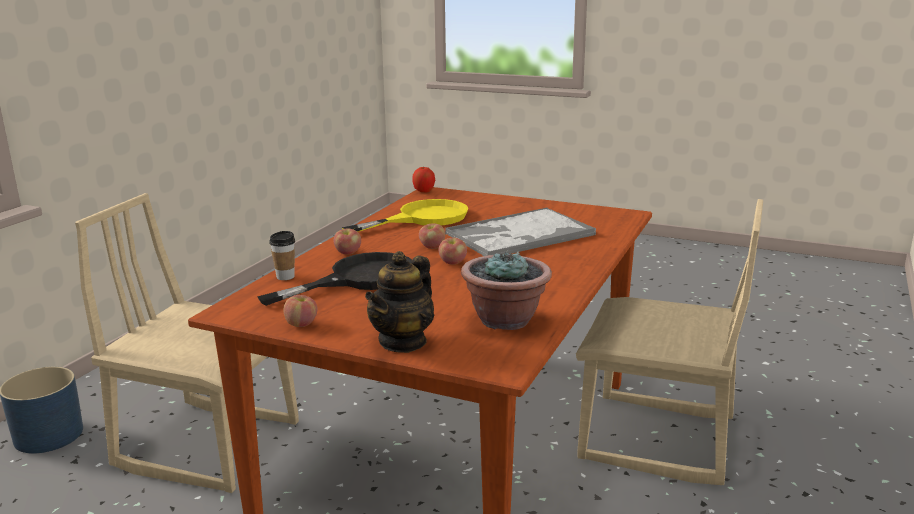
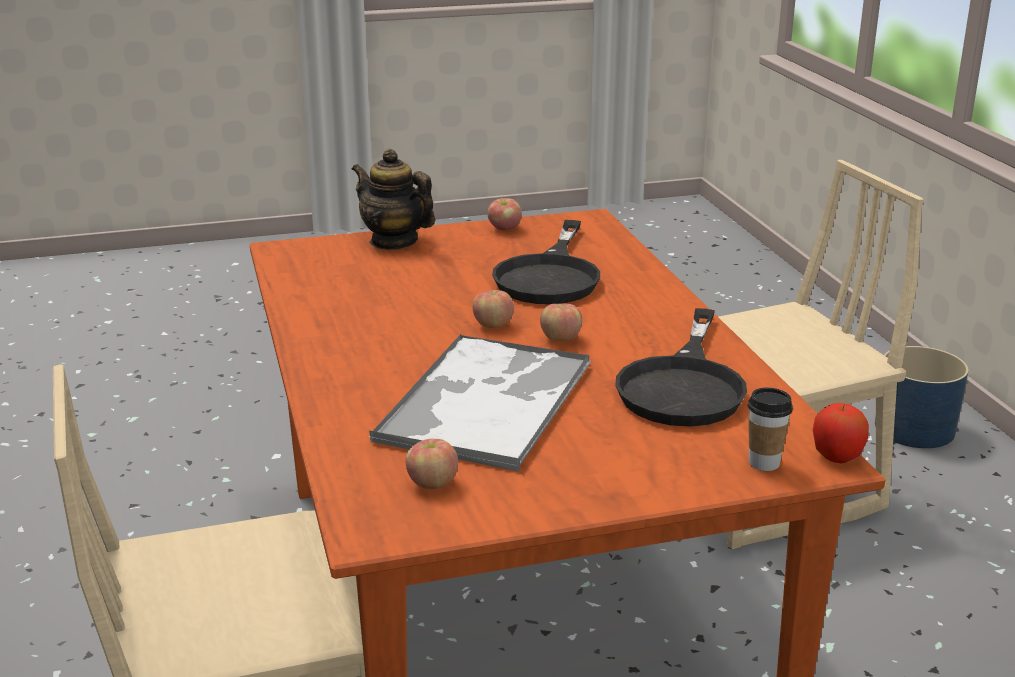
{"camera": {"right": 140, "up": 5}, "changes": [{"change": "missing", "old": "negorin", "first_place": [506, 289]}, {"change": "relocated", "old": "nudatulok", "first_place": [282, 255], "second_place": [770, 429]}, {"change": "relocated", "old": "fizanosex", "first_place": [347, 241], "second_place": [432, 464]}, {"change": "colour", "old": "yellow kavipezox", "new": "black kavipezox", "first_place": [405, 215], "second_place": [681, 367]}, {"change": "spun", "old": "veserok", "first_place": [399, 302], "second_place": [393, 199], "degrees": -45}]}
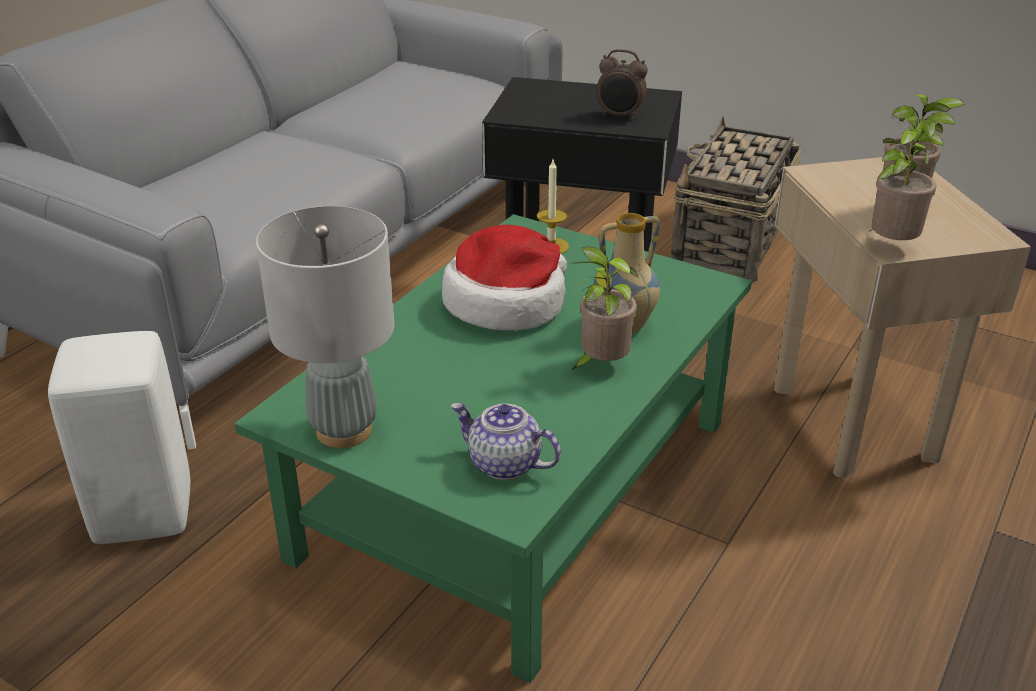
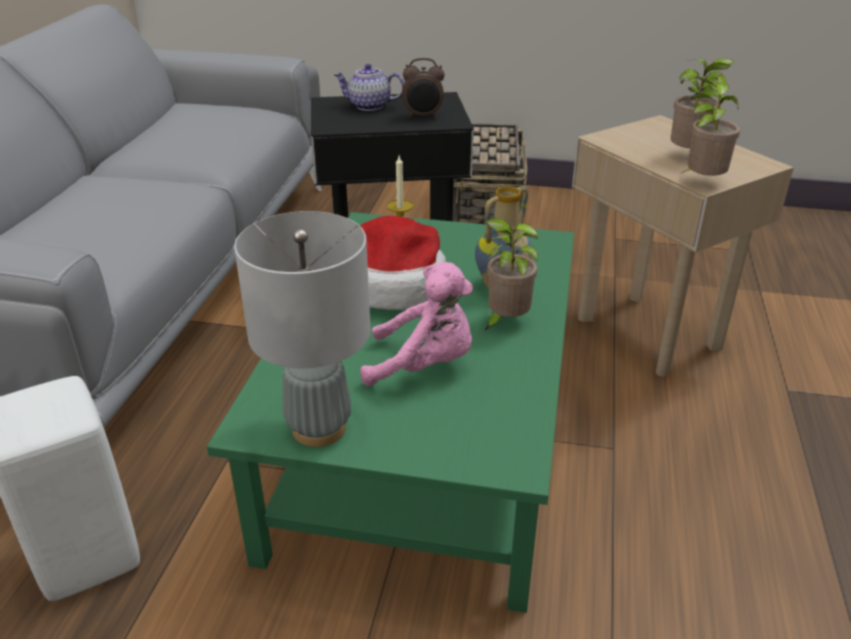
{"camera": {"right": -20, "up": 0}, "changes": [{"change": "appeared", "new": "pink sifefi", "second_place": [416, 324]}, {"change": "relocated", "old": "veserok", "first_place": [506, 441], "second_place": [368, 87]}]}
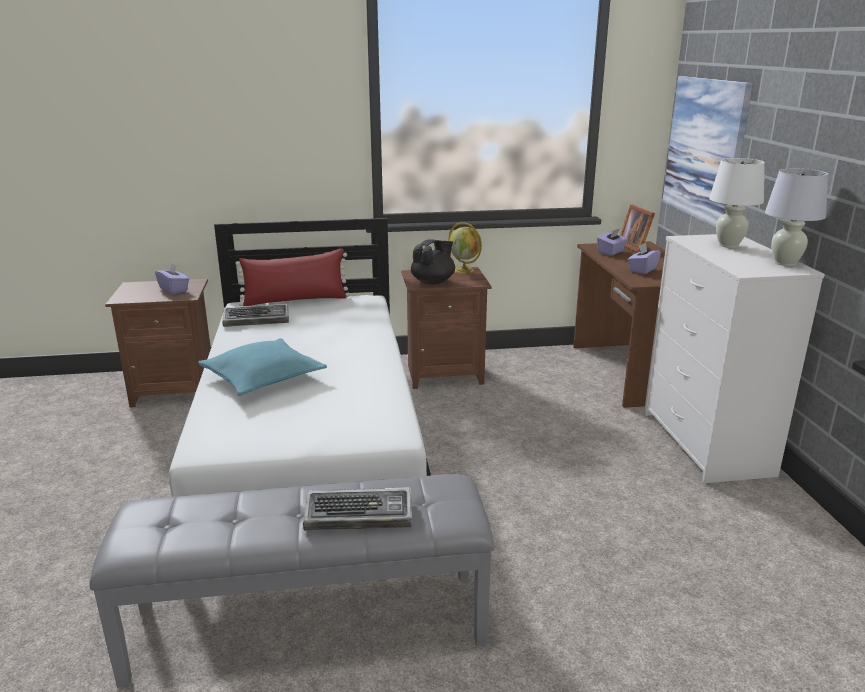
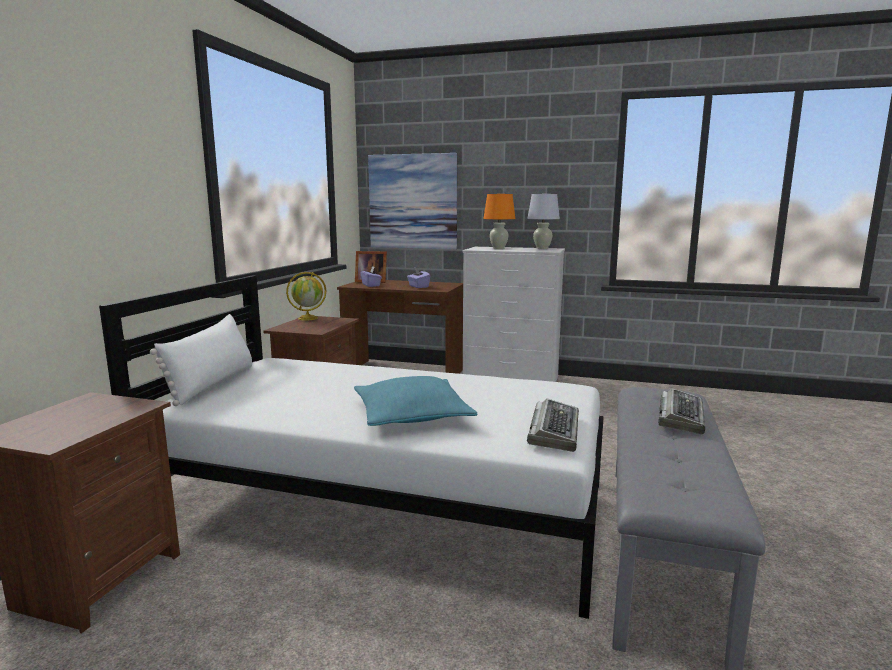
{"camera": {"right": -65, "up": -10}, "changes": [{"change": "missing", "old": "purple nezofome", "first_place": [172, 278]}, {"change": "missing", "old": "black veserok", "first_place": [433, 261]}, {"change": "relocated", "old": "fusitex", "first_place": [255, 315], "second_place": [553, 425]}, {"change": "colour", "old": "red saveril", "new": "white saveril", "first_place": [292, 277], "second_place": [201, 360]}, {"change": "colour", "old": "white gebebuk", "new": "orange gebebuk", "first_place": [737, 203], "second_place": [499, 221]}]}
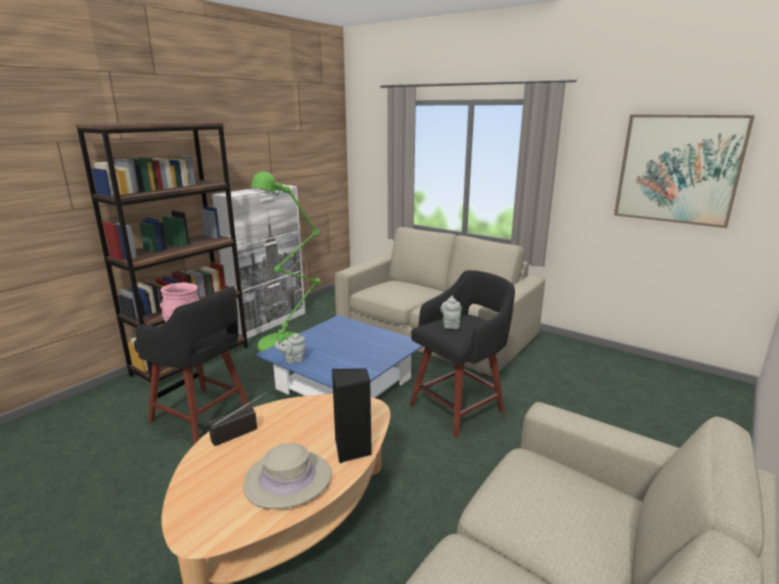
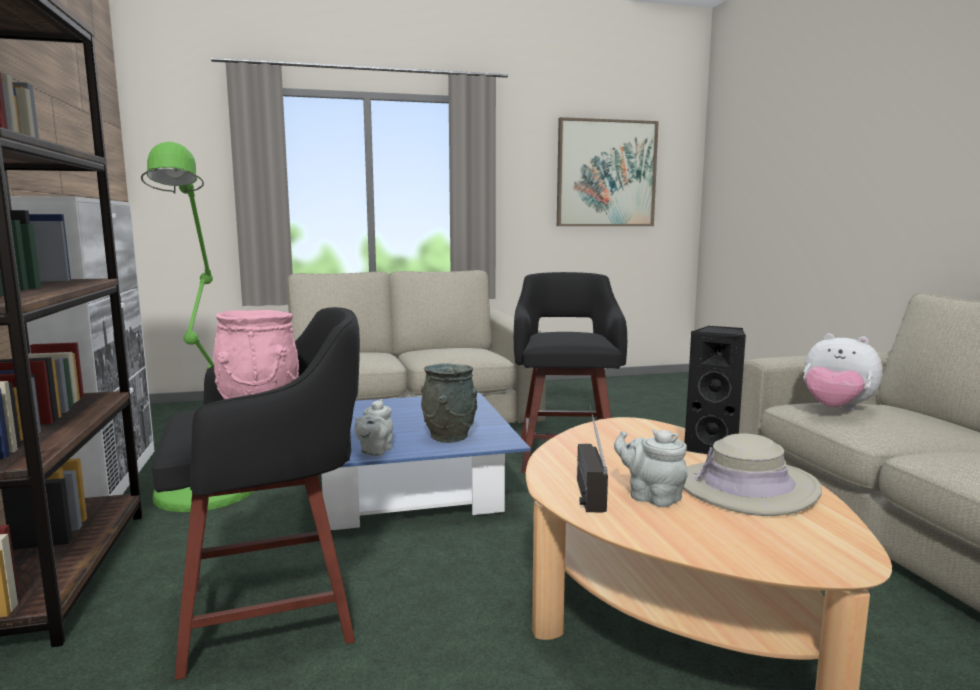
{"camera": {"right": -50, "up": -10}, "changes": [{"change": "appeared", "new": "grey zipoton", "second_place": [449, 403]}, {"change": "appeared", "new": "sifefi", "second_place": [842, 371]}, {"change": "relocated", "old": "grey veserok", "first_place": [451, 312], "second_place": [651, 468]}]}
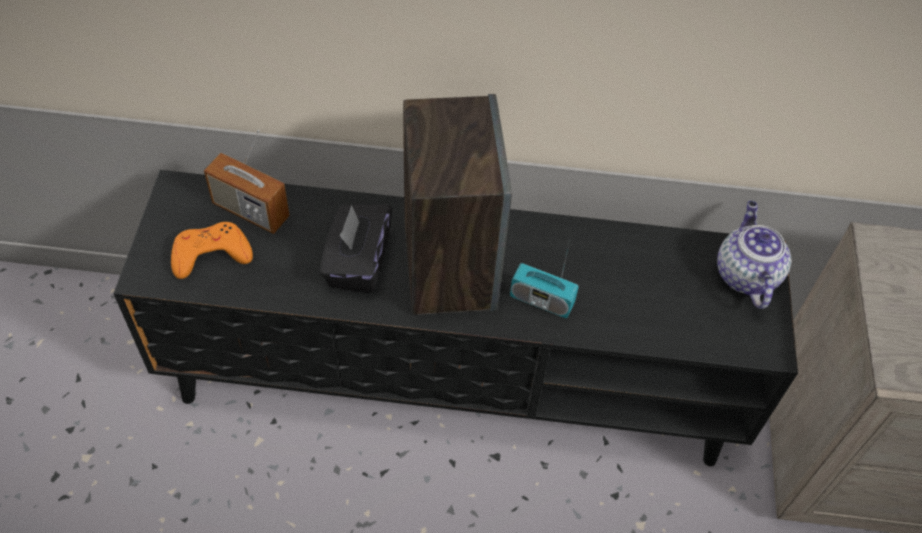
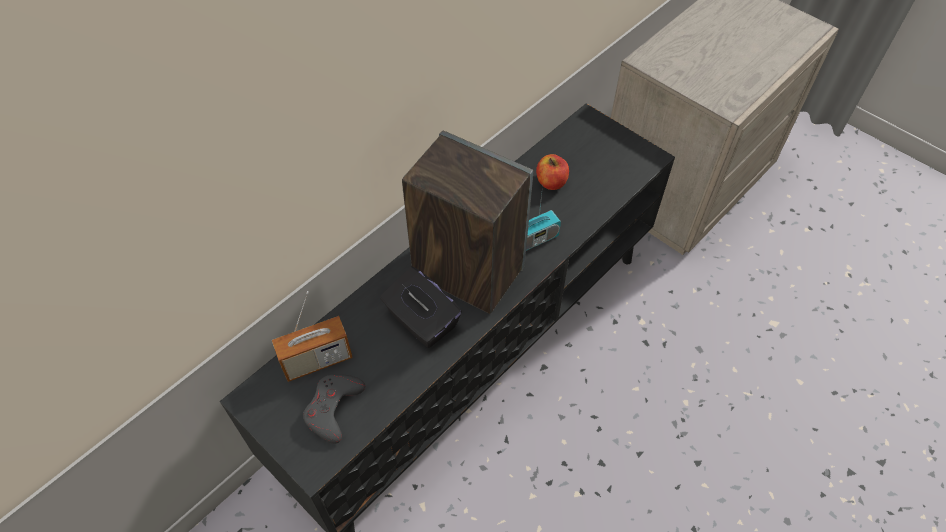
{"camera": {"right": -50, "up": 0}, "changes": [{"change": "missing", "old": "veserok", "first_place": [754, 255]}, {"change": "appeared", "new": "fizanosex", "second_place": [552, 172]}, {"change": "colour", "old": "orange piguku", "new": "grey piguku", "first_place": [212, 250], "second_place": [334, 409]}]}
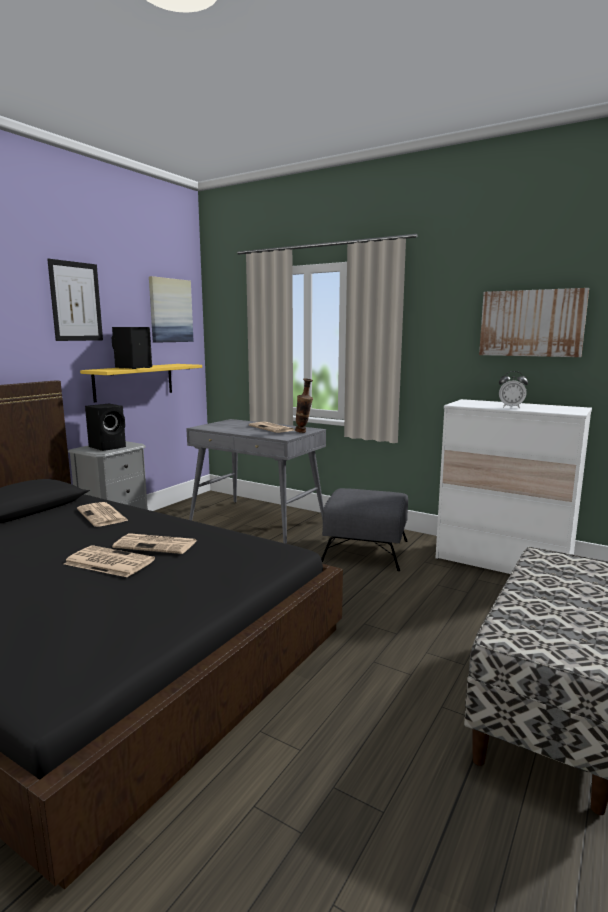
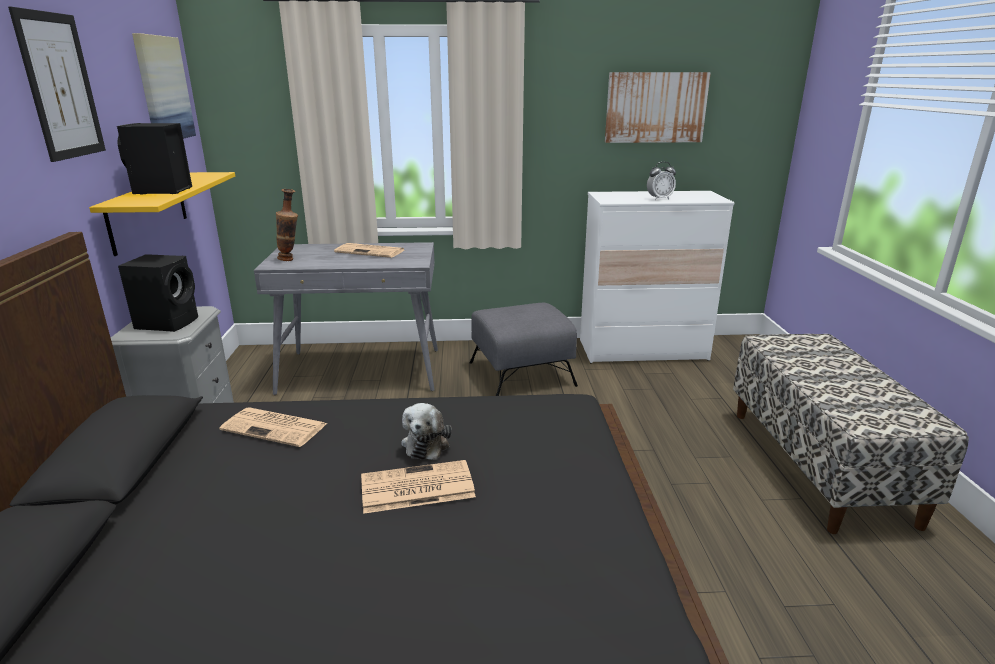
{"camera": {"right": -35, "up": 10}, "changes": [{"change": "relocated", "old": "zipoton", "first_place": [304, 406], "second_place": [287, 225]}, {"change": "exchanged", "old": "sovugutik", "new": "sifefi", "first_place": [154, 543], "second_place": [426, 431]}]}
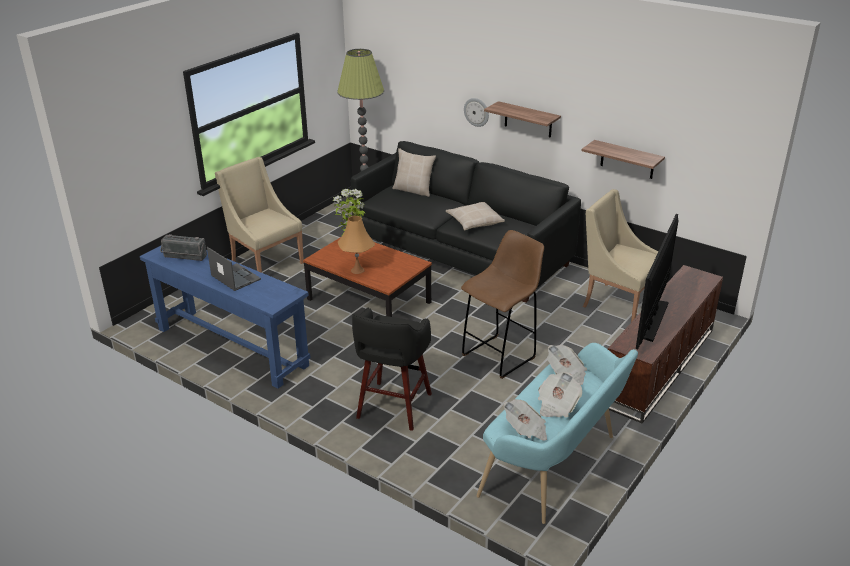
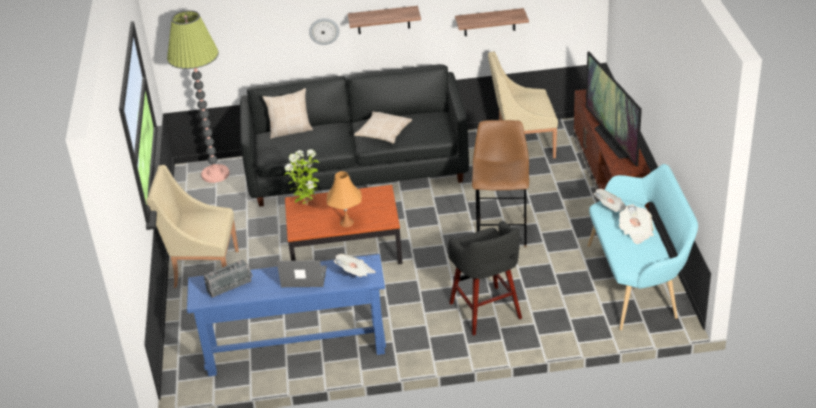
{"camera": {"right": -40, "up": 5}, "changes": [{"change": "relocated", "old": "sovugutik", "first_place": [525, 420], "second_place": [355, 265]}]}
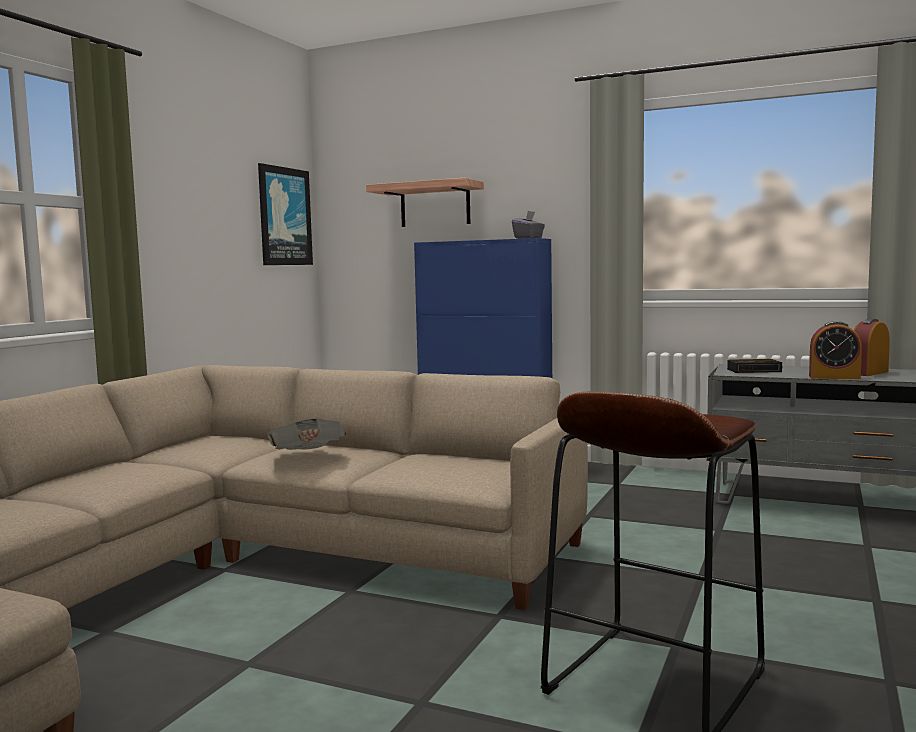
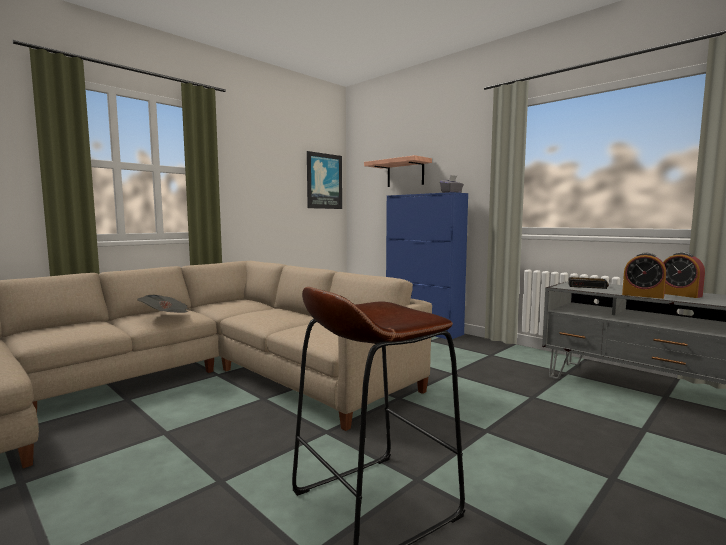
{"camera": {"right": 20, "up": 0}, "changes": [{"change": "relocated", "old": "sovugutik", "first_place": [306, 434], "second_place": [163, 304]}, {"change": "spun", "old": "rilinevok", "first_place": [872, 347], "second_place": [684, 275], "degrees": -105}]}
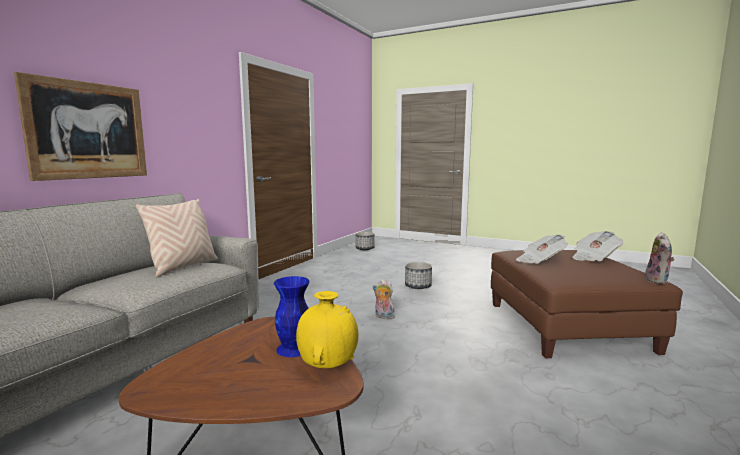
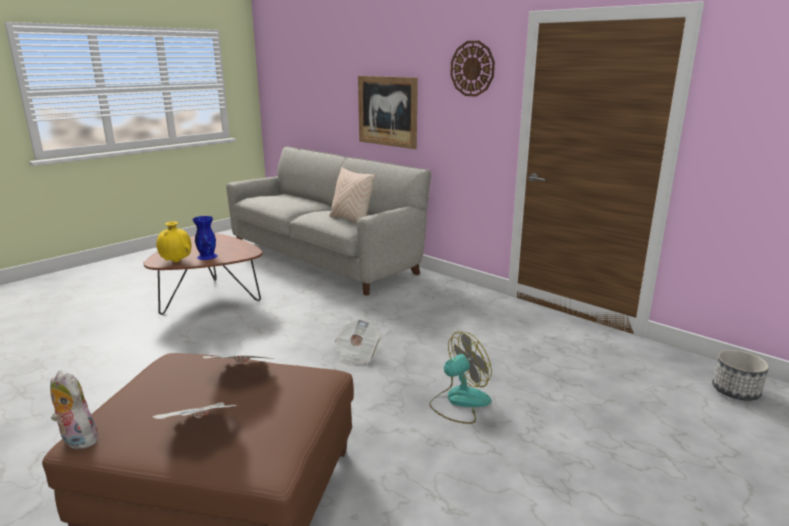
{"camera": {"right": 105, "up": 10}, "changes": [{"change": "appeared", "new": "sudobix", "second_place": [472, 69]}, {"change": "exchanged", "old": "sifefi", "new": "sovugutik", "first_place": [384, 299], "second_place": [358, 343]}, {"change": "exchanged", "old": "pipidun", "new": "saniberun", "first_place": [418, 275], "second_place": [460, 377]}]}
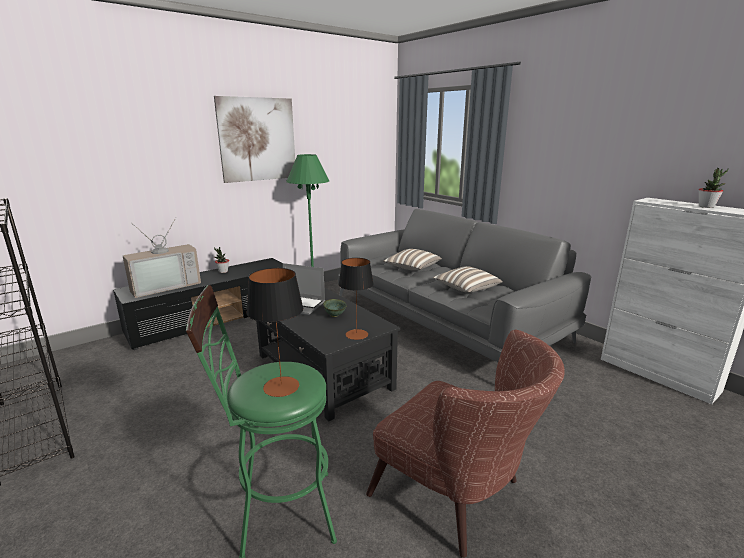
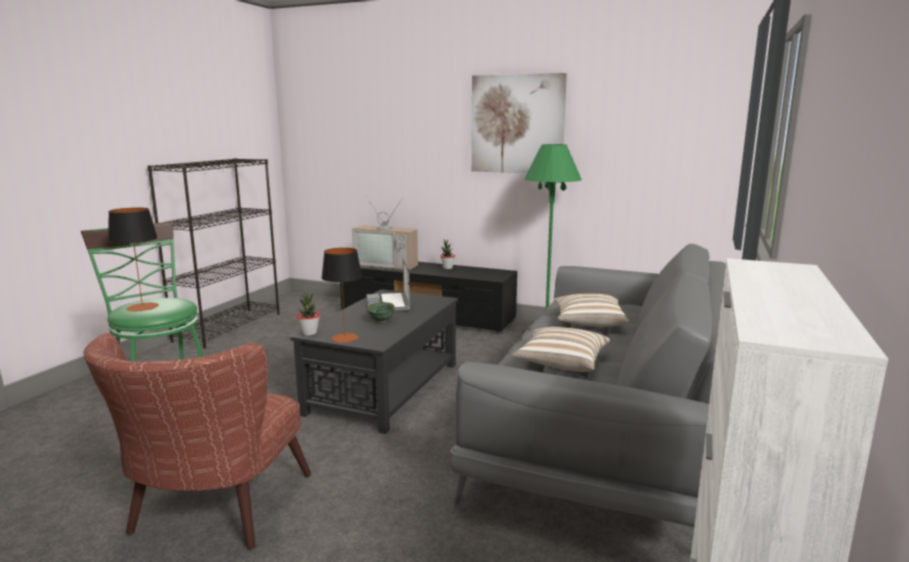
{"camera": {"right": 60, "up": -5}, "changes": [{"change": "relocated", "old": "negorin", "first_place": [714, 188], "second_place": [308, 314]}]}
